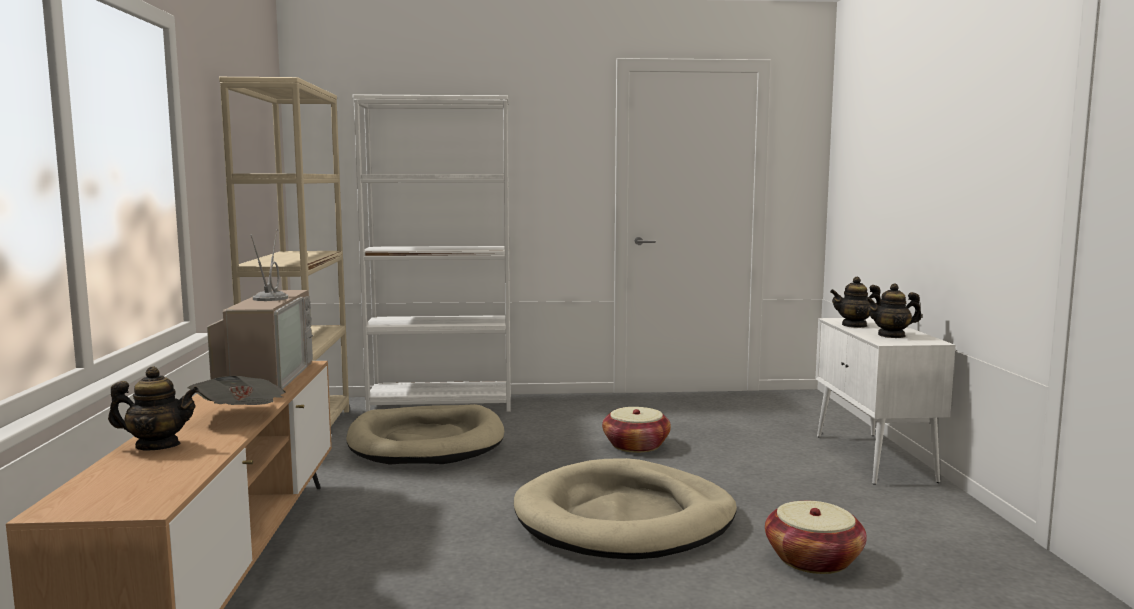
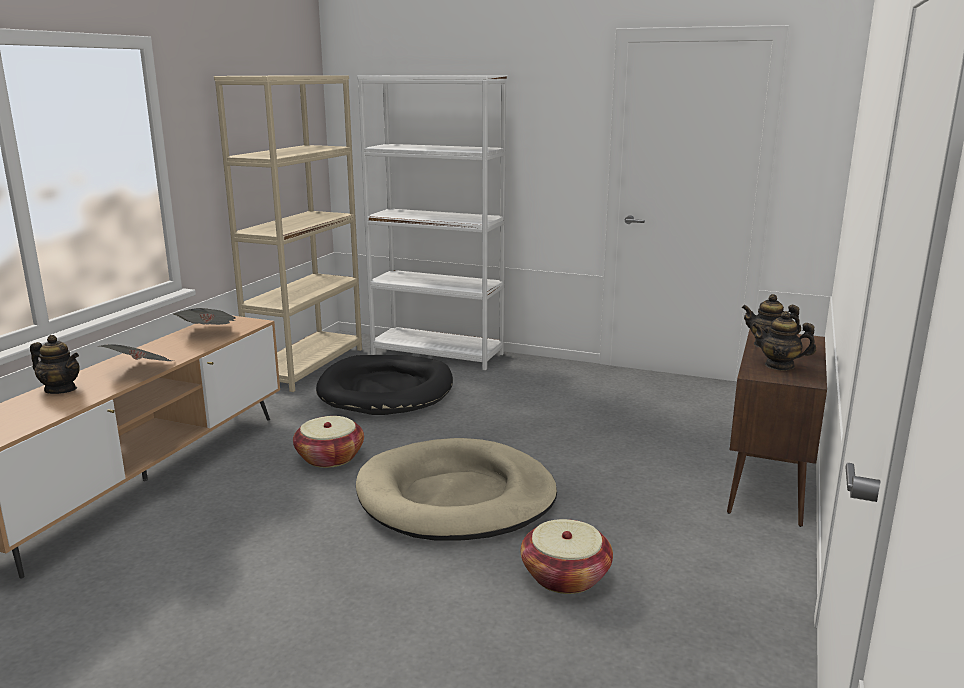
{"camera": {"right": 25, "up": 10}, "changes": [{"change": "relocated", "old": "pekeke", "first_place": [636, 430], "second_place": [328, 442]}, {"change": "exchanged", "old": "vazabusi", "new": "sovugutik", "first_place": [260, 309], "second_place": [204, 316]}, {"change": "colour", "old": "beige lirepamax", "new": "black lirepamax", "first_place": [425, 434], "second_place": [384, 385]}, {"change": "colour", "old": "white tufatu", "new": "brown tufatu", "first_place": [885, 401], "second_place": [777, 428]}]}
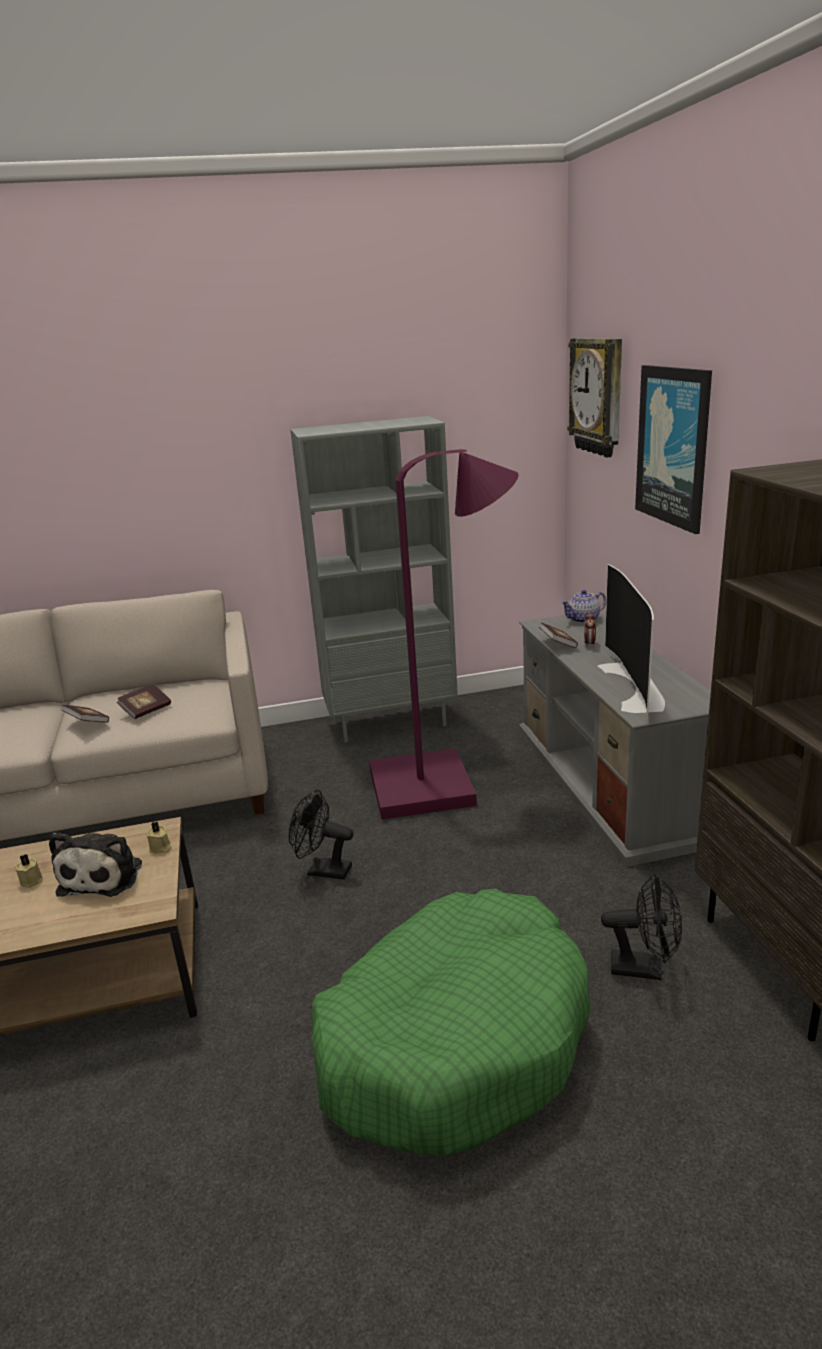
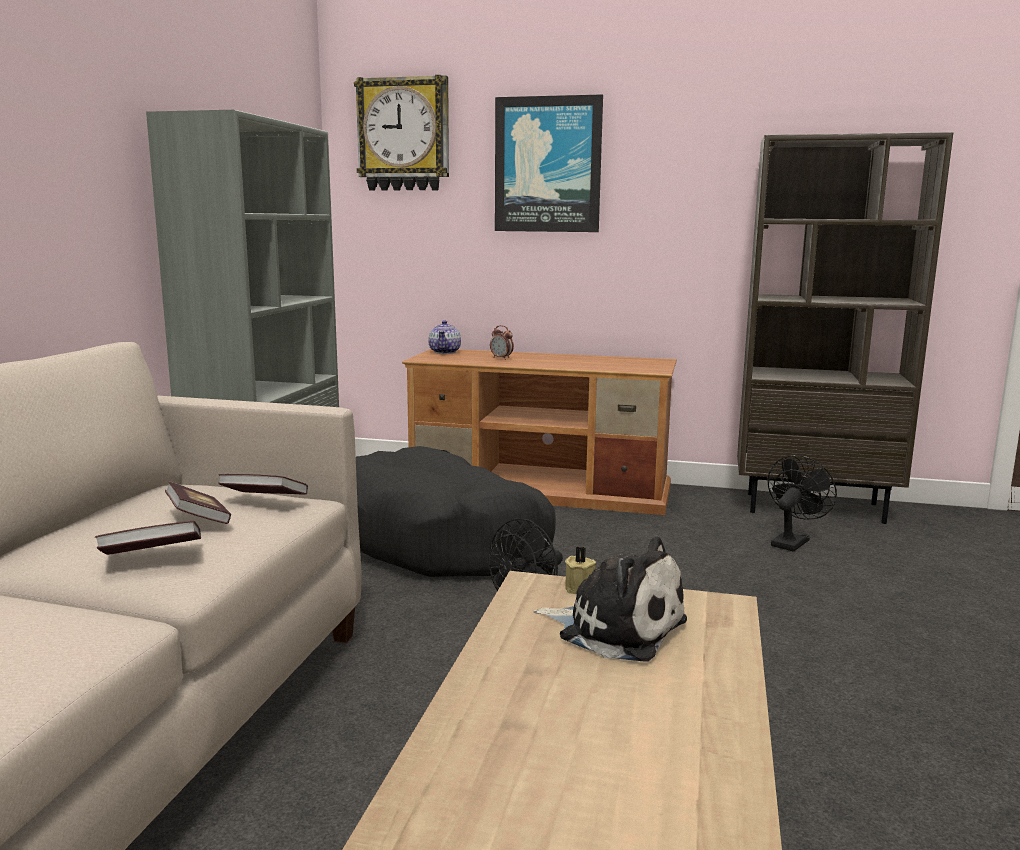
{"camera": {"right": -65, "up": -10}, "changes": [{"change": "missing", "old": "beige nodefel", "first_place": [28, 871]}, {"change": "missing", "old": "green lirepamax", "first_place": [451, 1022]}, {"change": "missing", "old": "vazabusi", "first_place": [631, 640]}, {"change": "relocated", "old": "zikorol", "first_place": [558, 635], "second_place": [263, 484]}, {"change": "exchanged", "old": "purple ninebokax", "new": "black lirepamax", "first_place": [444, 634], "second_place": [456, 511]}, {"change": "colour", "old": "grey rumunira", "new": "brown rumunira", "first_place": [615, 739], "second_place": [539, 432]}]}
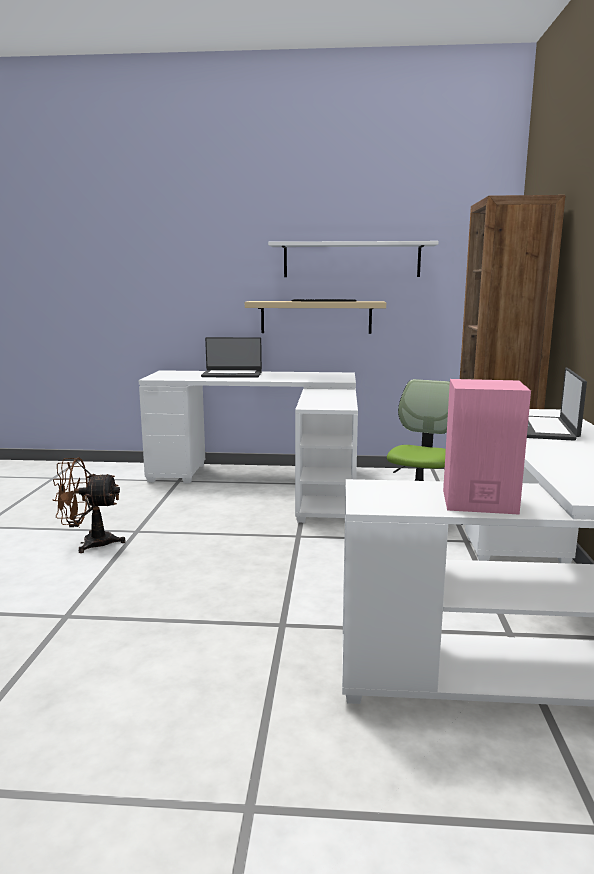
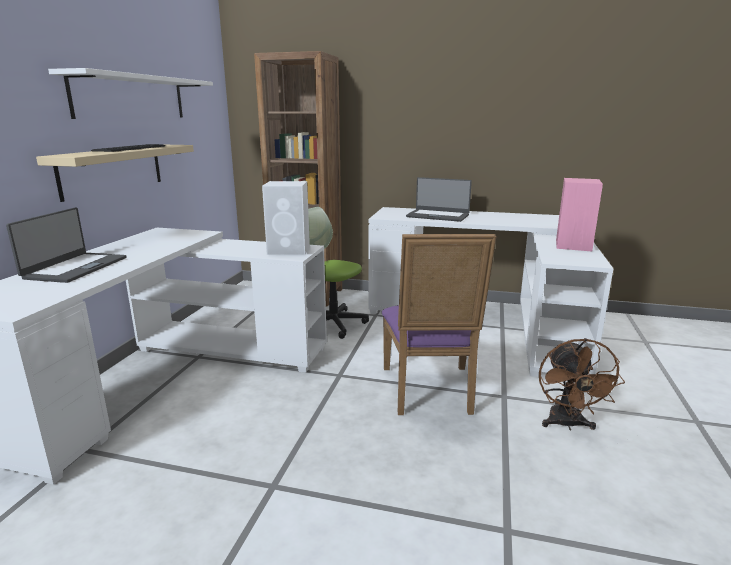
{"camera": {"right": -80, "up": 5}, "changes": [{"change": "appeared", "new": "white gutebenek", "second_place": [286, 218]}, {"change": "appeared", "new": "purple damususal", "second_place": [439, 324]}, {"change": "relocated", "old": "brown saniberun", "first_place": [89, 505], "second_place": [582, 384]}]}
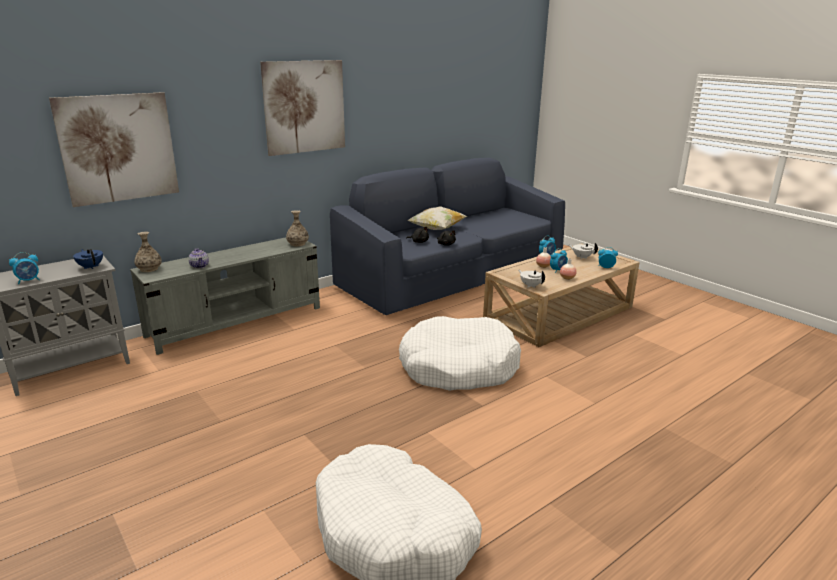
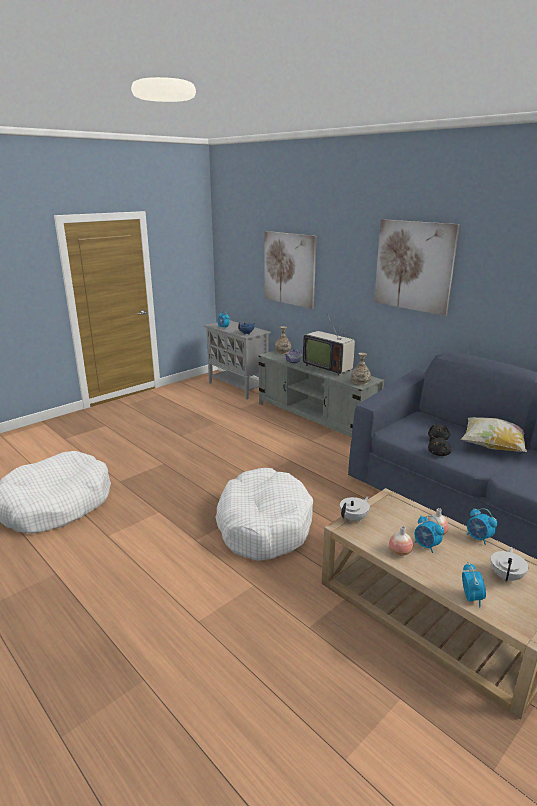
{"camera": {"right": 85, "up": 0}, "changes": [{"change": "appeared", "new": "vazabusi", "second_place": [329, 345]}]}
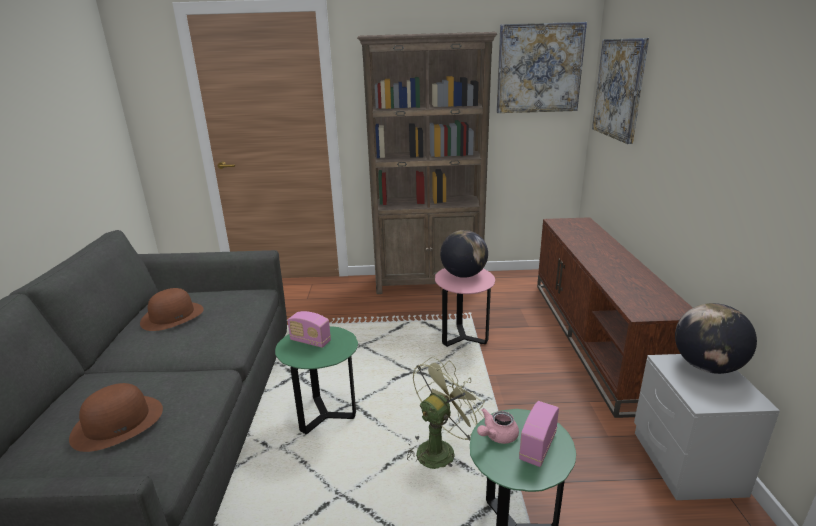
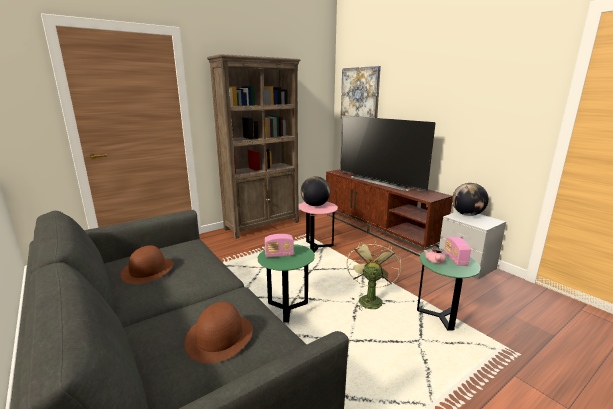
{"camera": {"right": -35, "up": -5}, "changes": [{"change": "missing", "old": "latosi", "first_place": [541, 67]}, {"change": "appeared", "new": "vazabusi", "second_place": [388, 153]}]}
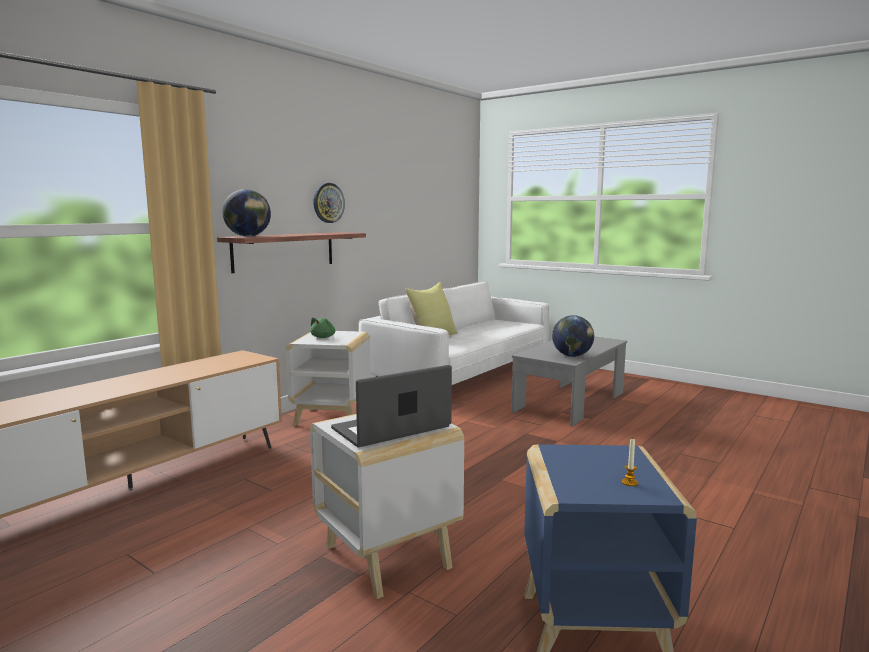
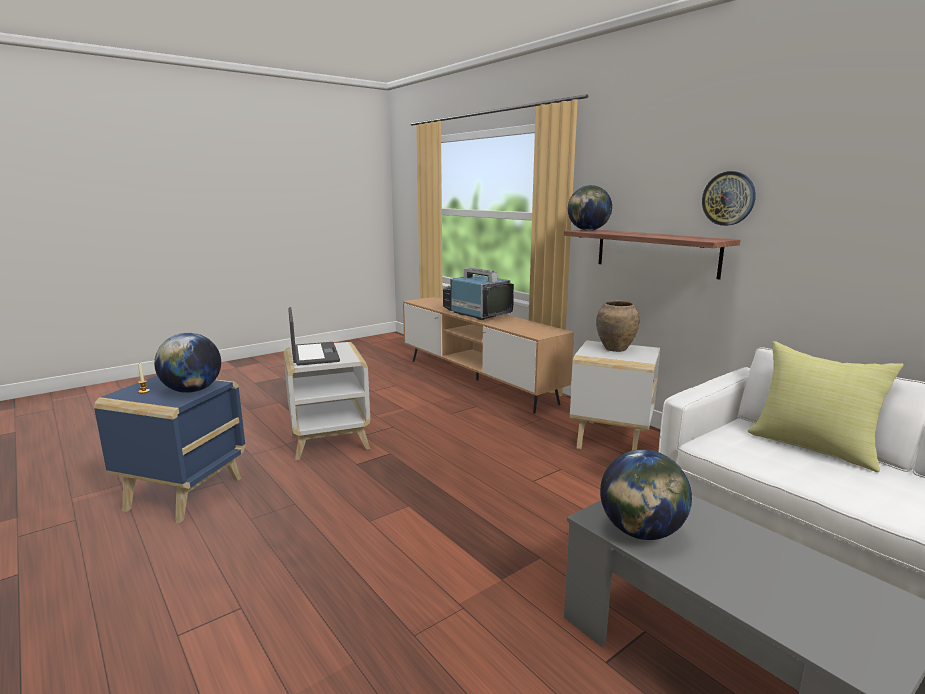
{"camera": {"right": 105, "up": 5}, "changes": [{"change": "appeared", "new": "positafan", "second_place": [187, 363]}, {"change": "appeared", "new": "vazabusi", "second_place": [478, 294]}, {"change": "exchanged", "old": "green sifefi", "new": "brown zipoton", "first_place": [322, 327], "second_place": [617, 326]}]}
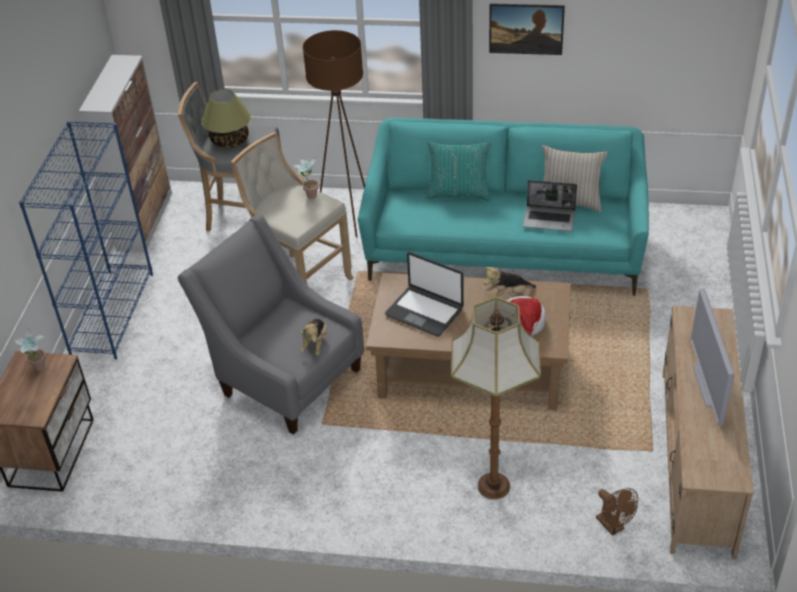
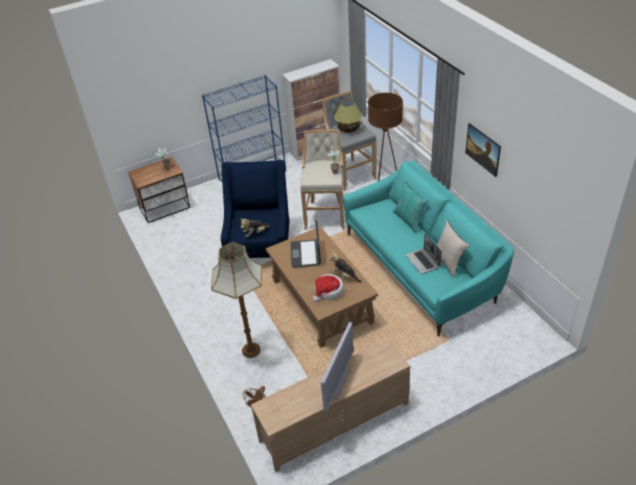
{"camera": {"right": 55, "up": 0}, "changes": [{"change": "colour", "old": "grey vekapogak", "new": "blue vekapogak", "first_place": [271, 324], "second_place": [255, 209]}, {"change": "spun", "old": "vazabusi", "first_place": [713, 357], "second_place": [337, 367], "degrees": 150}]}
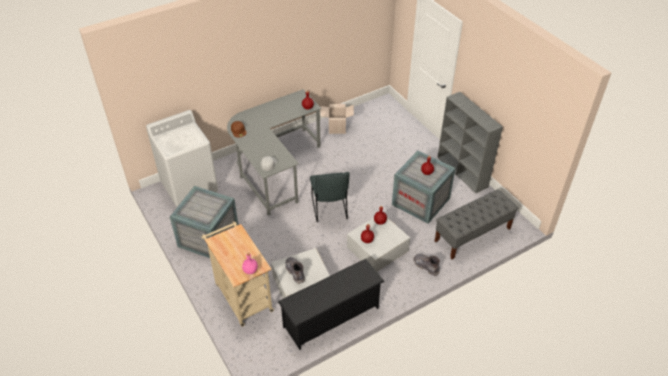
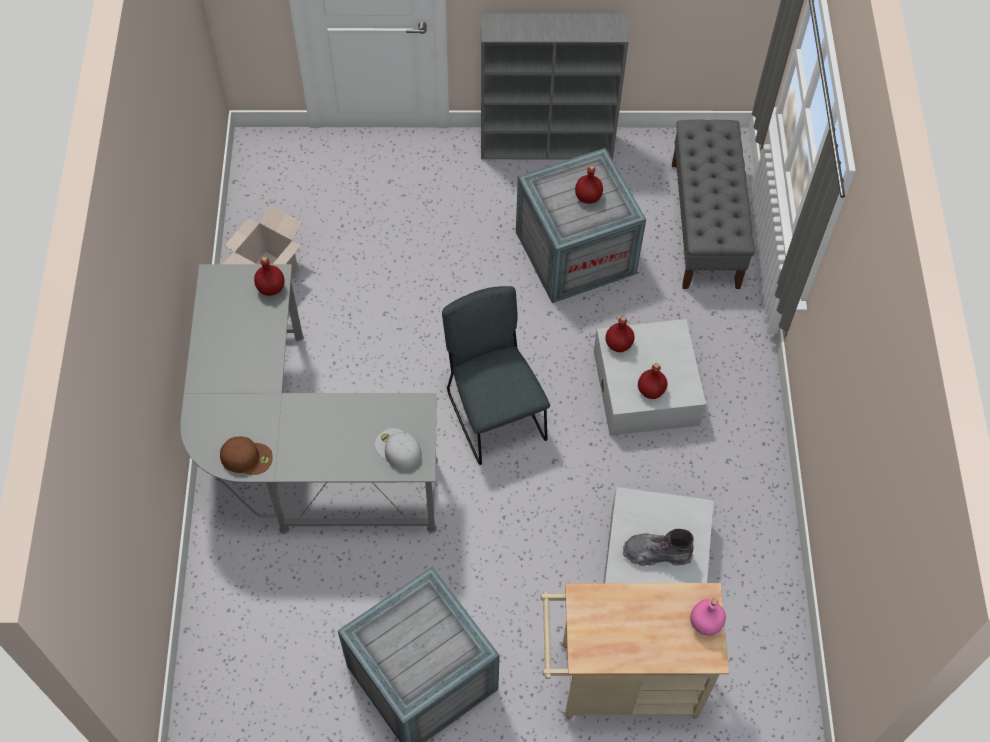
{"camera": {"right": -60, "up": 15}, "changes": [{"change": "missing", "old": "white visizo", "first_place": [182, 158]}, {"change": "missing", "old": "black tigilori", "first_place": [331, 304]}, {"change": "missing", "old": "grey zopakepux", "first_place": [426, 265]}, {"change": "spun", "old": "grey damususal", "first_place": [330, 197], "second_place": [496, 375], "degrees": -135}]}
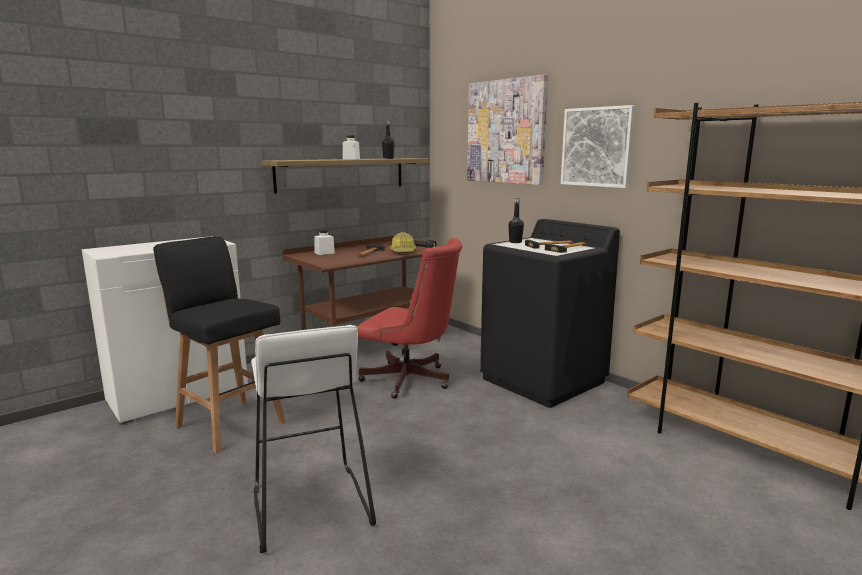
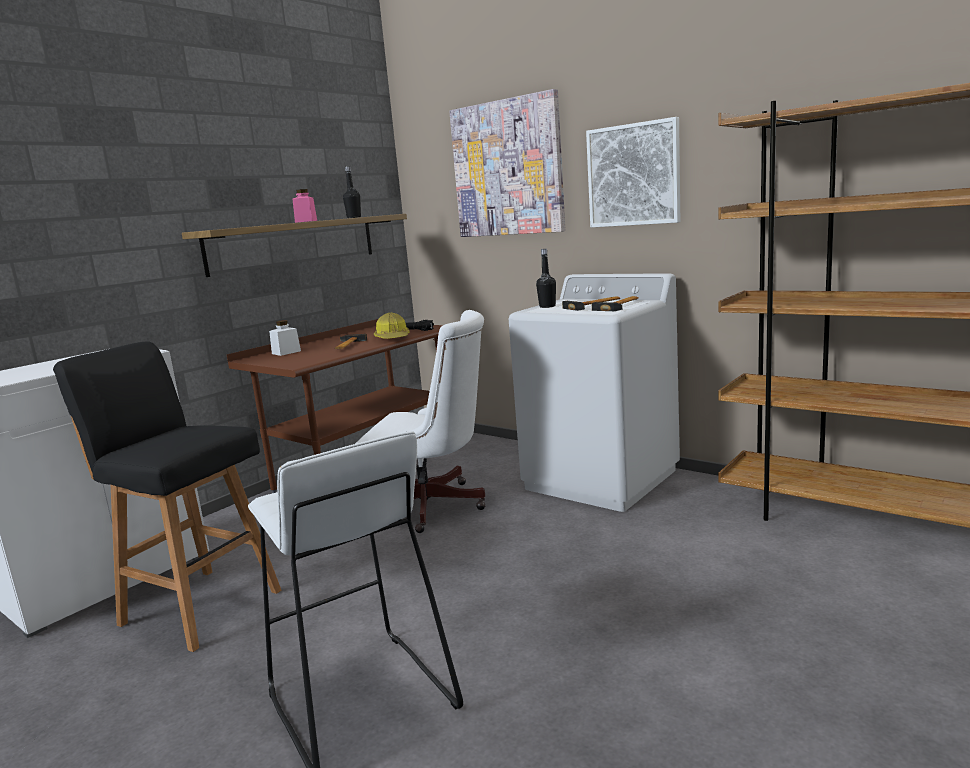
{"camera": {"right": -10, "up": 0}, "changes": [{"change": "colour", "old": "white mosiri", "new": "pink mosiri", "first_place": [351, 147], "second_place": [305, 206]}, {"change": "colour", "old": "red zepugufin", "new": "white zepugufin", "first_place": [409, 318], "second_place": [420, 421]}, {"change": "colour", "old": "black visizo", "new": "white visizo", "first_place": [550, 313], "second_place": [594, 392]}]}
